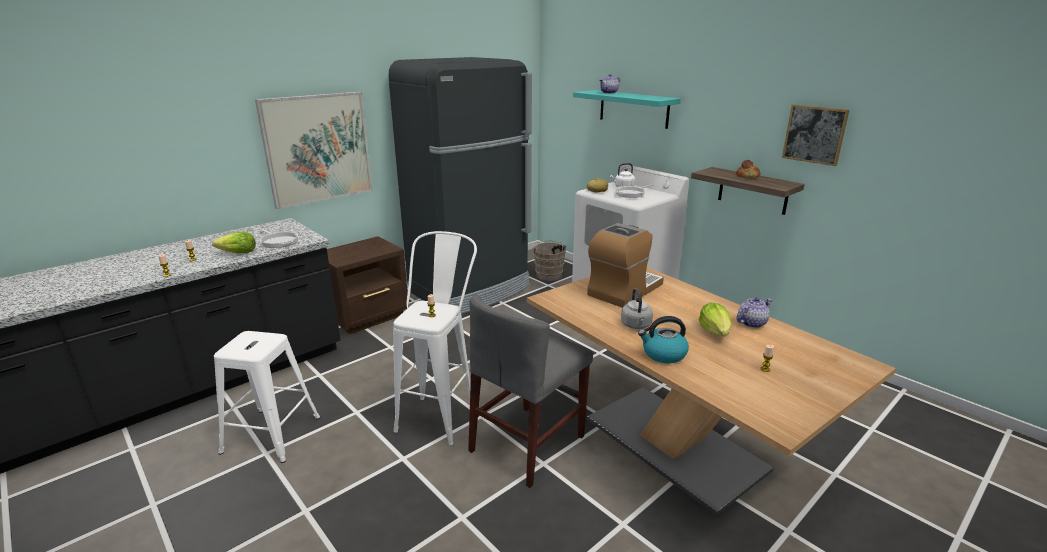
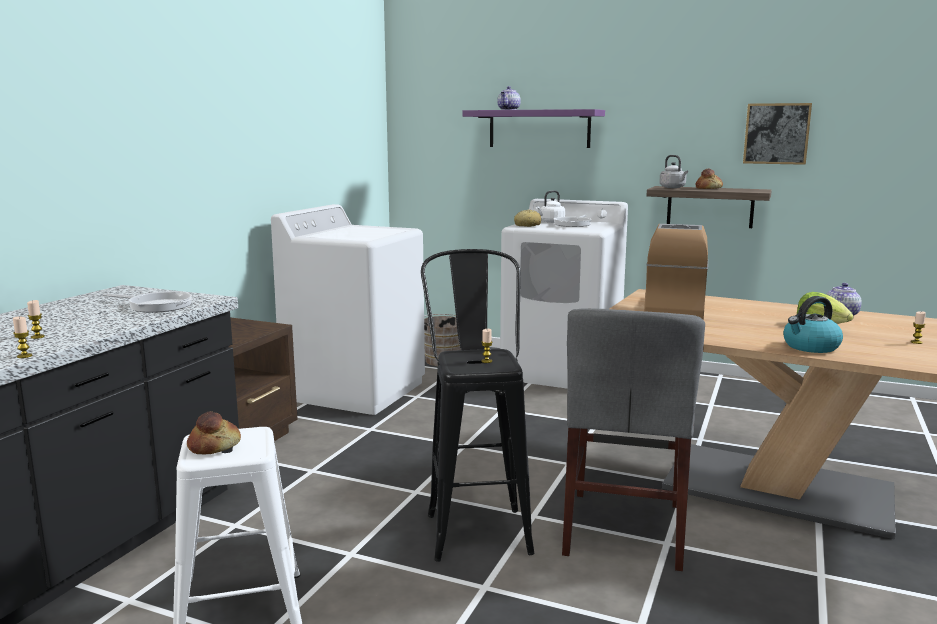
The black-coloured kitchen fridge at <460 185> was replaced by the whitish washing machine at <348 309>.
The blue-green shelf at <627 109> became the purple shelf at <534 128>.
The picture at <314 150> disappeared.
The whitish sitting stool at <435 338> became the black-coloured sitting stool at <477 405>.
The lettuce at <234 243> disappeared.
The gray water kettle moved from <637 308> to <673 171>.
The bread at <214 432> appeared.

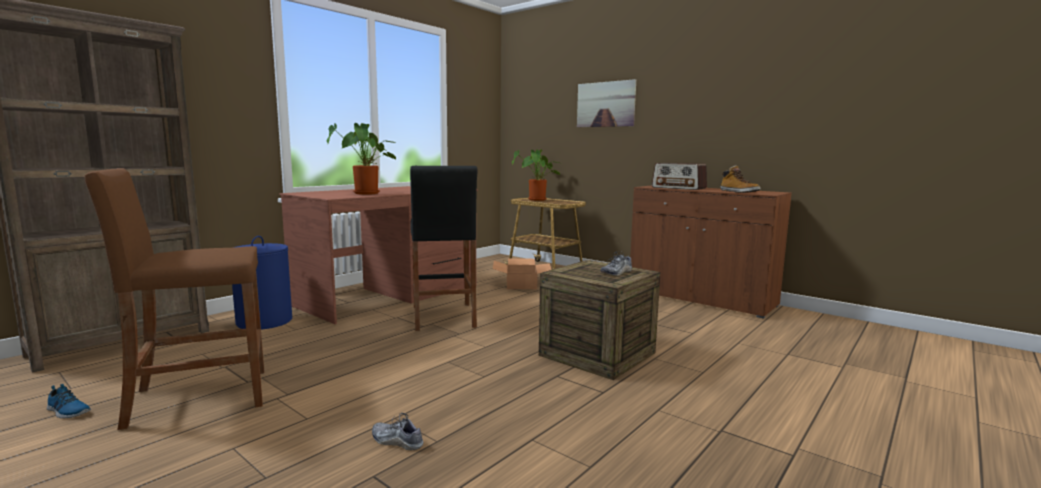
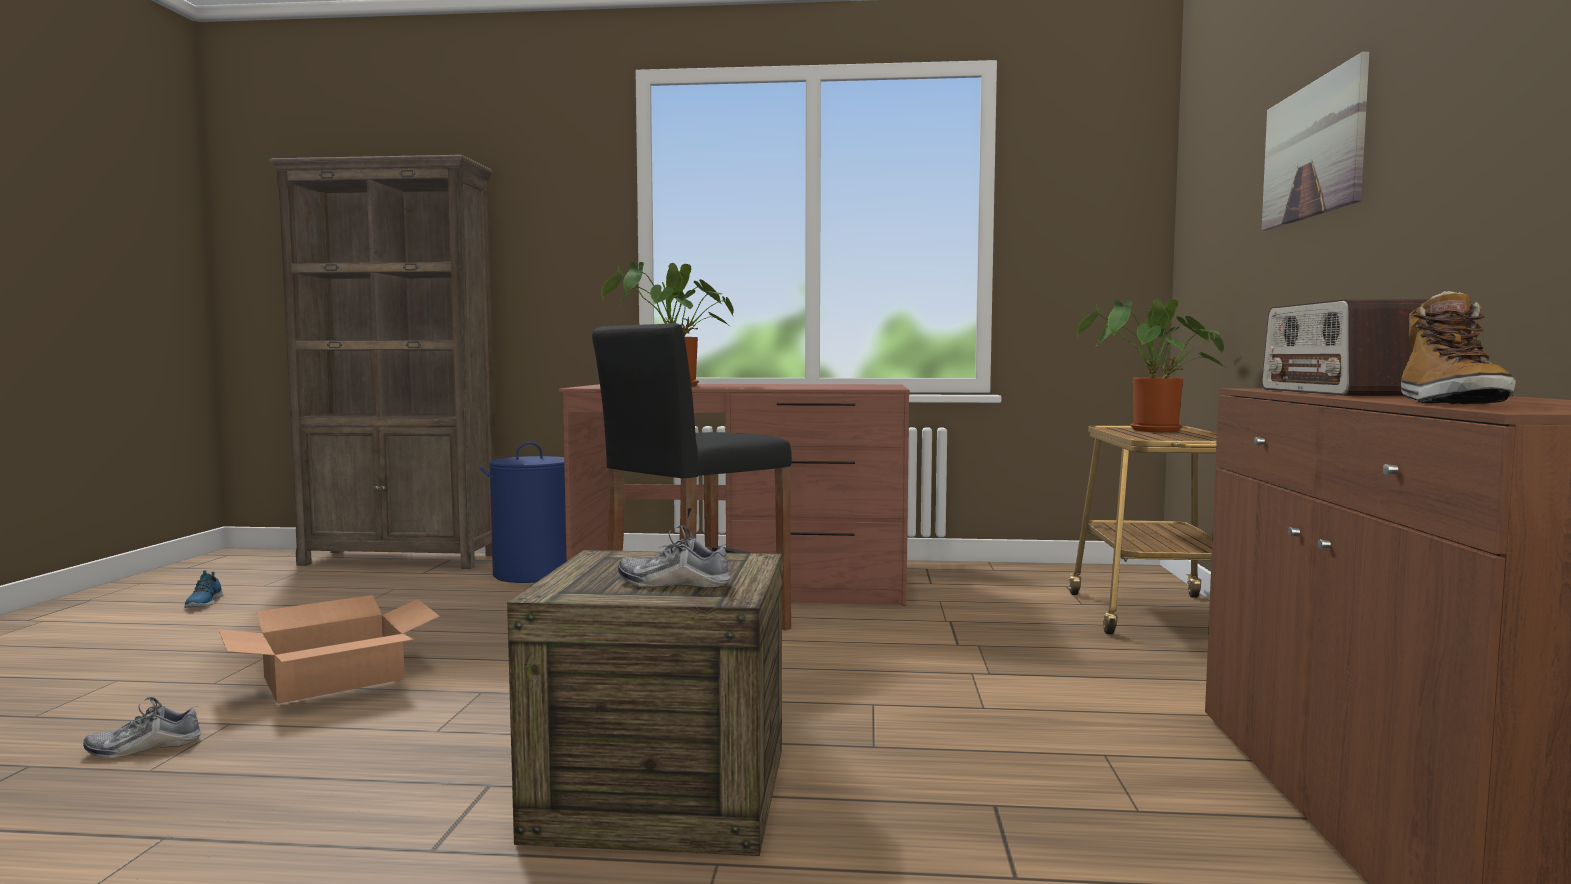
The brownish sitting stool at <174 299> disappeared.
The packing box moved from <522 273> to <329 649>.
The shoe at <397 431> turned 105 degrees counterclockwise.

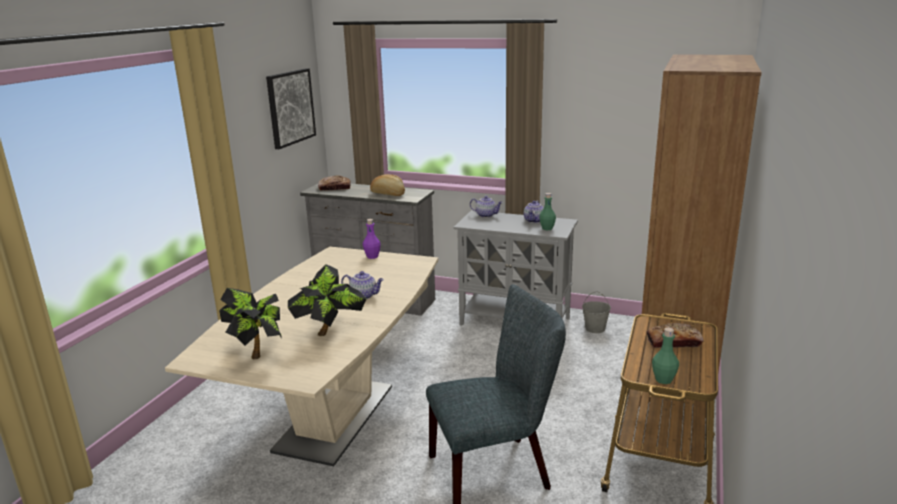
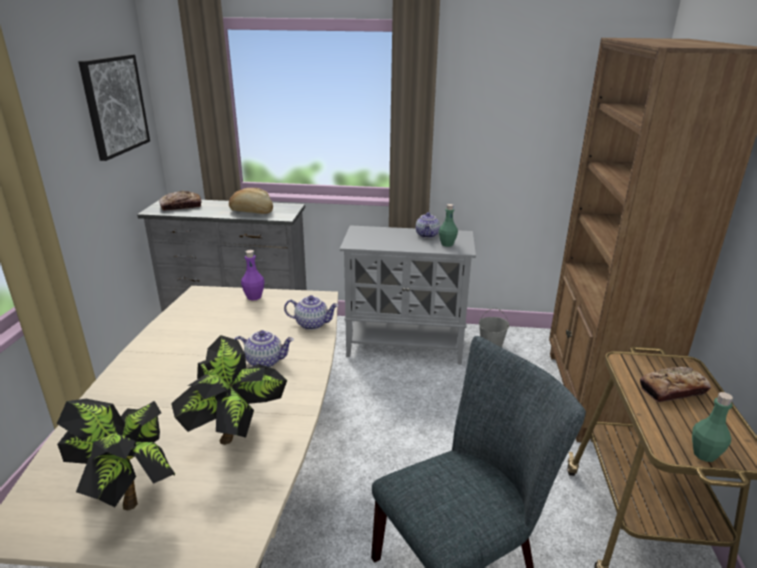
The pot for tea moved from <486 207> to <311 312>.

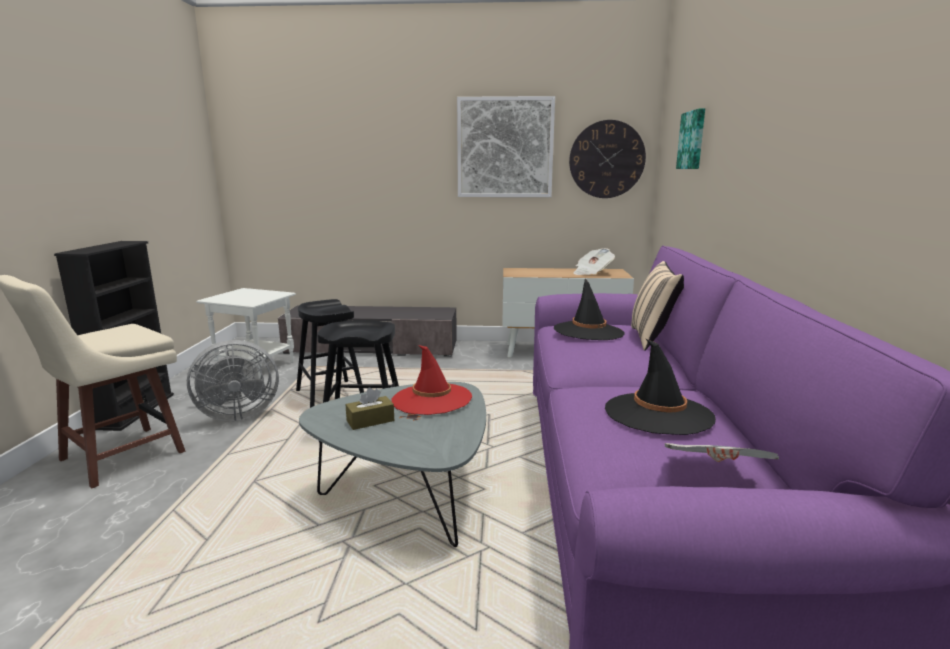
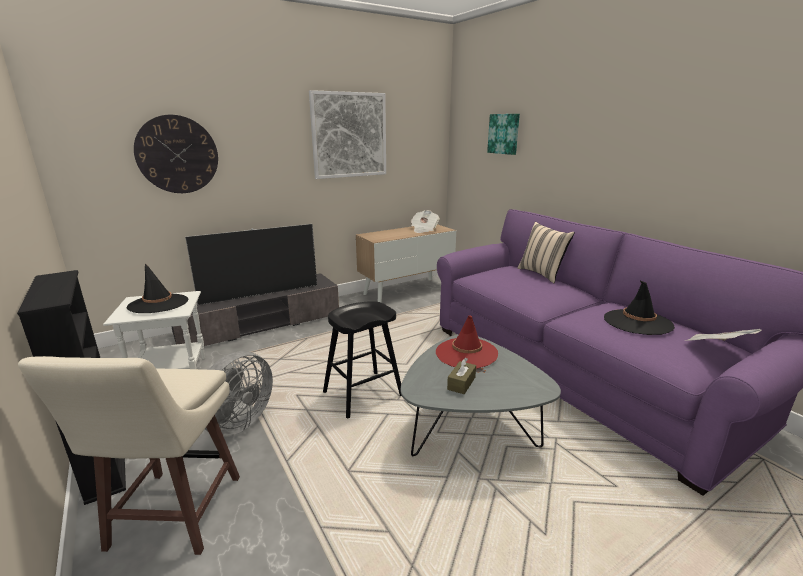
The wall clock moved from <607 159> to <176 154>.
The black-coloured hat moved from <589 309> to <158 288>.
The black-coloured sitting stool at <330 353> disappeared.
The TV at <251 264> appeared.

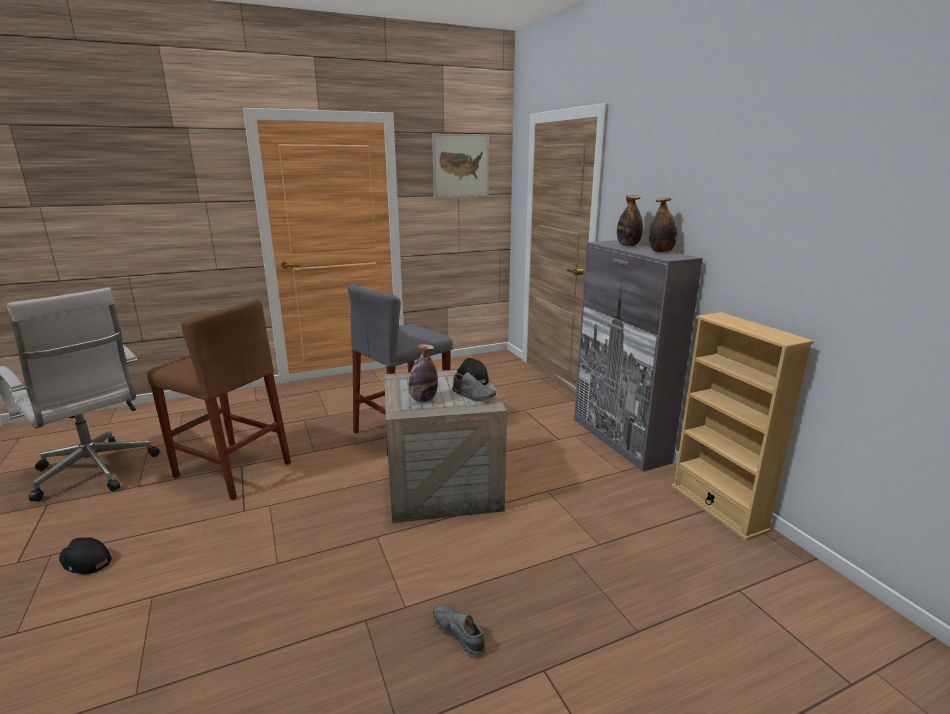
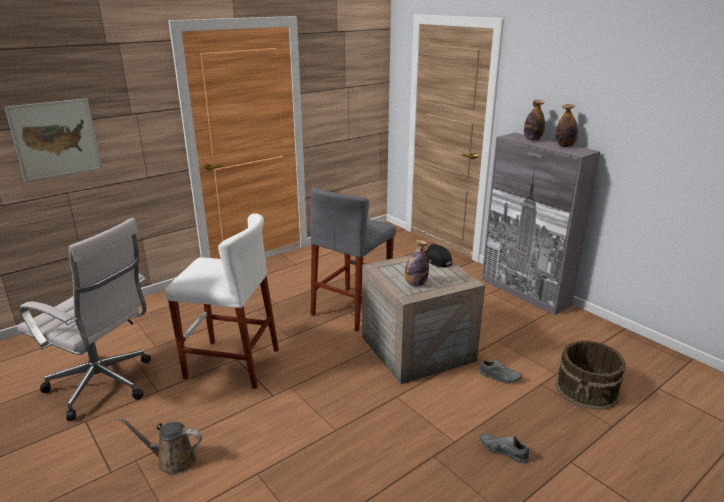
The picture moved from <460 165> to <53 140>.
The brownish sitting stool at <219 399> became the whitish sitting stool at <222 301>.
The sand-coloured bookshelf at <742 426> disappeared.
The gray shoe moved from <474 386> to <500 371>.
The black-coloured cap at <85 556> was replaced by the brownish watering pot at <160 446>.
The brownish pail at <590 375> appeared.

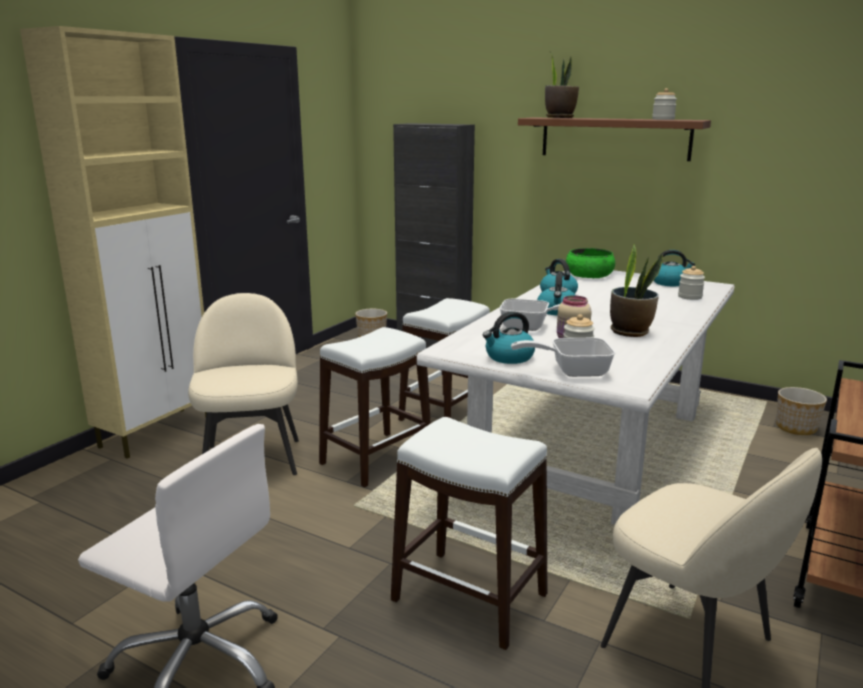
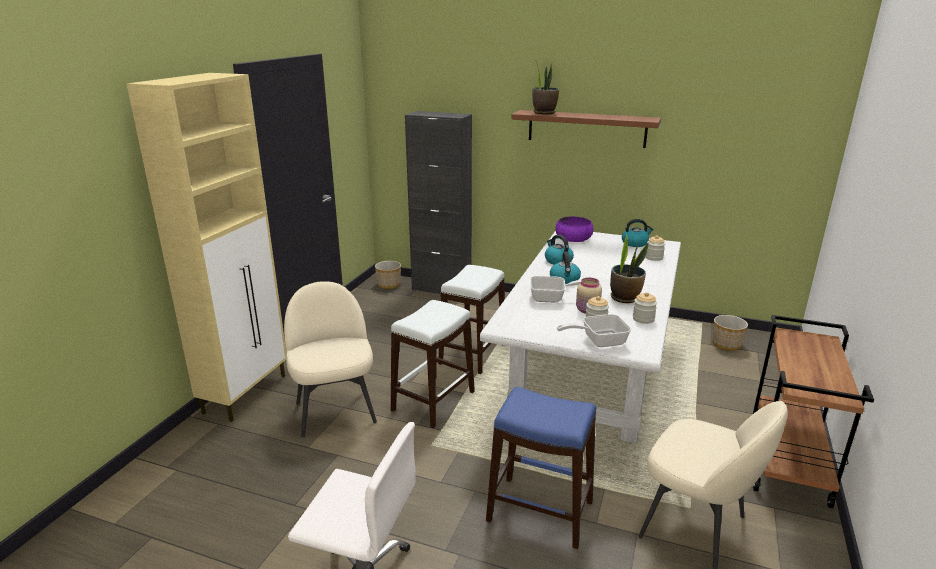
The storage jar moved from <664 104> to <645 308>.
The green-coloured deep dish at <590 263> became the purple deep dish at <574 229>.
The water kettle at <509 337> disappeared.
The whitish sitting stool at <469 533> became the blue sitting stool at <541 468>.

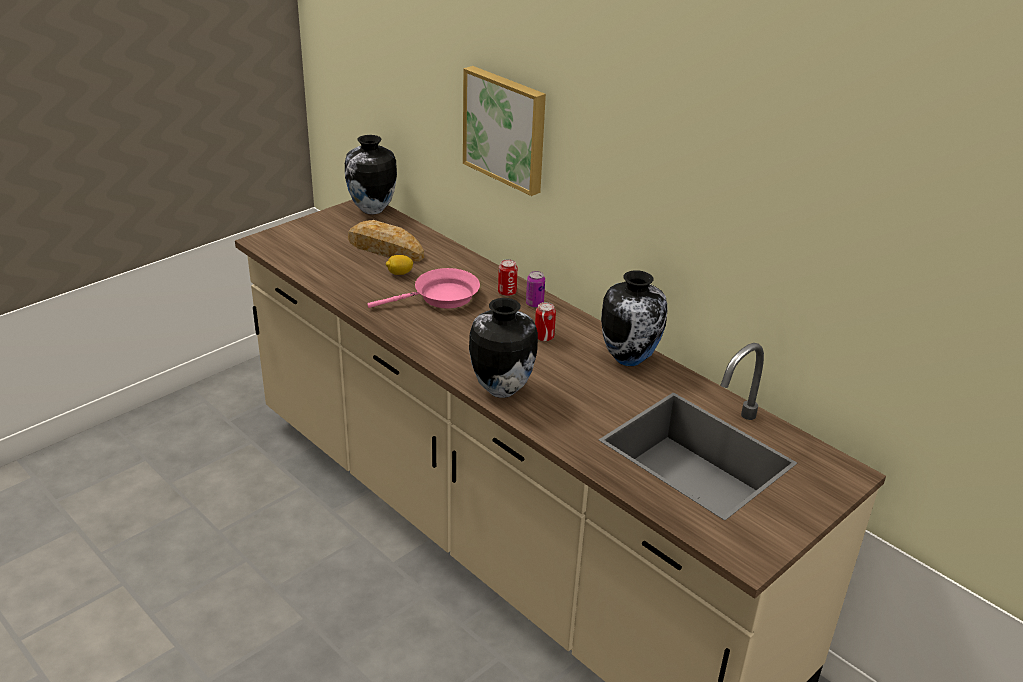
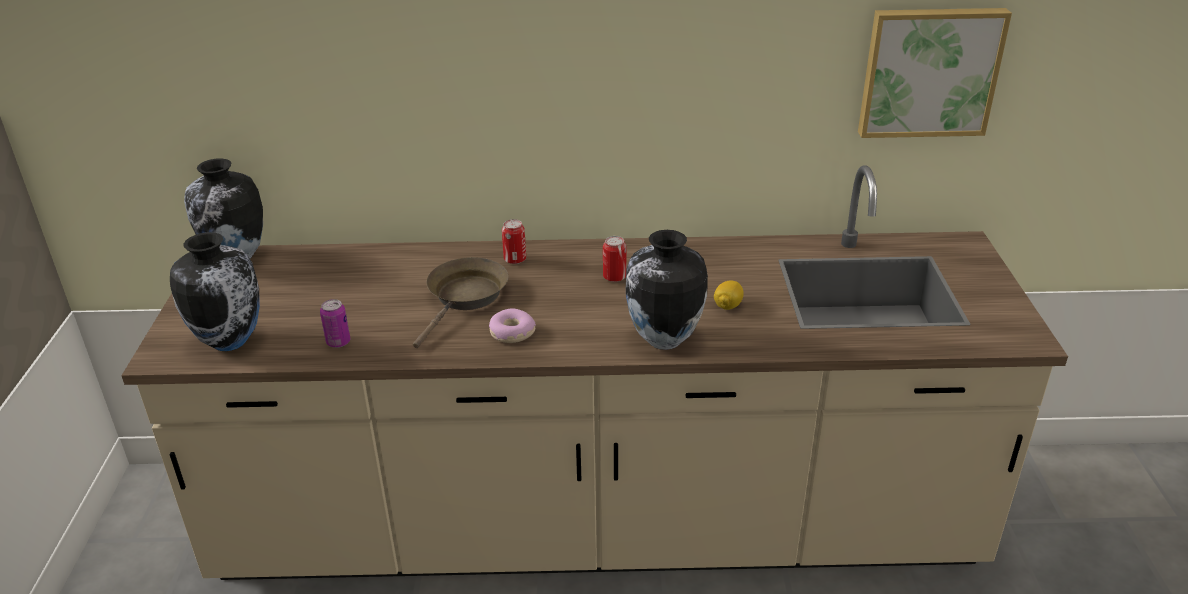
The picture moved from <504 131> to <935 73>.
The bread at <386 241> disappeared.
The lemon moved from <399 265> to <729 295>.
The pink-coloured frying pan at <423 288> became the brownish frying pan at <461 302>.
The flower vase moved from <634 318> to <215 291>.
The can moved from <535 289> to <335 323>.
The donut at <512 325> appeared.

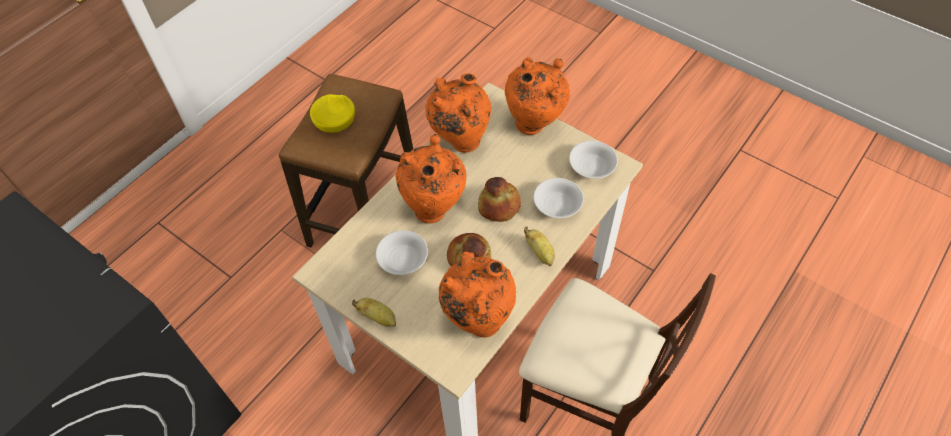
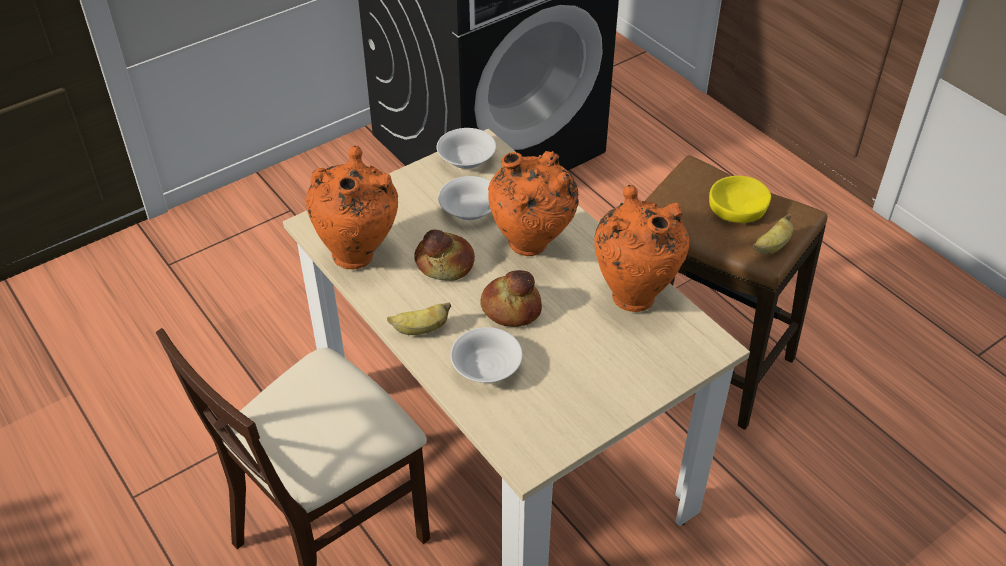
The orangey flower vase at <537 96> disappeared.
The whitish deep dish moved from <593 160> to <466 148>.
The banana fruit moved from <374 312> to <773 234>.

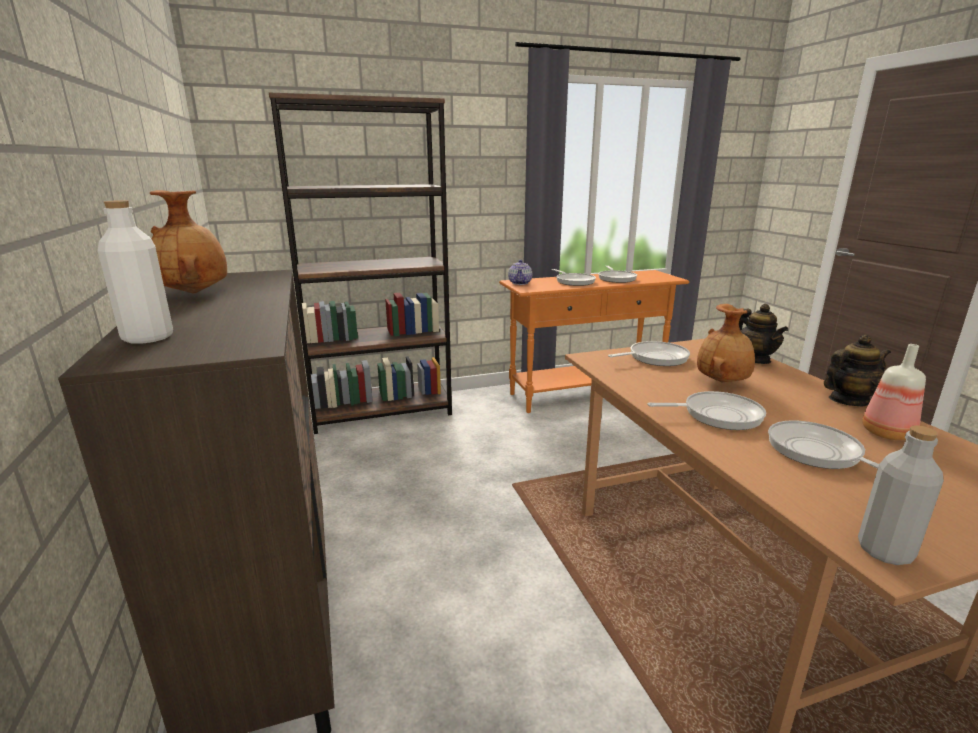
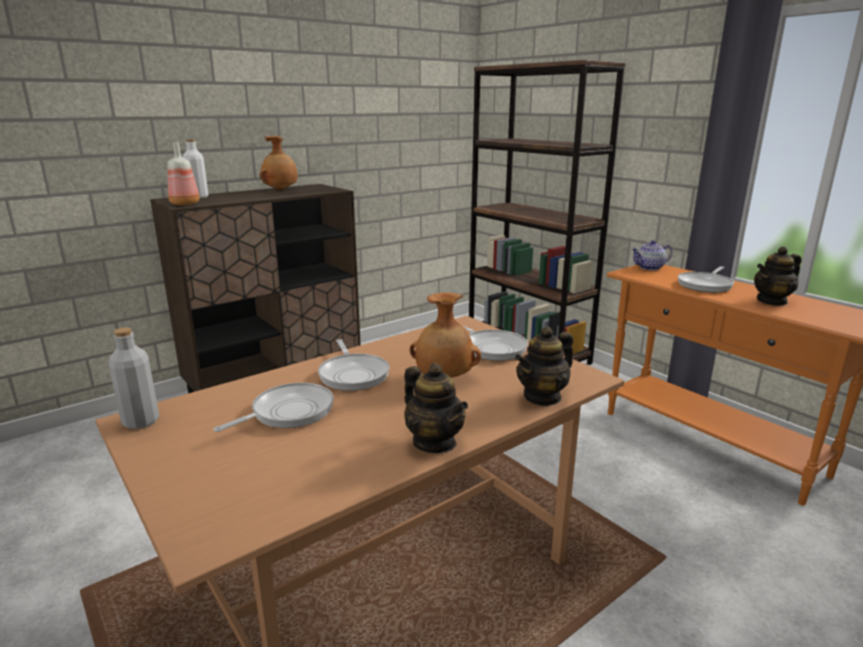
The frying pan at <617 274> was replaced by the pot for tea at <777 276>.
The bottle moved from <894 392> to <184 174>.

